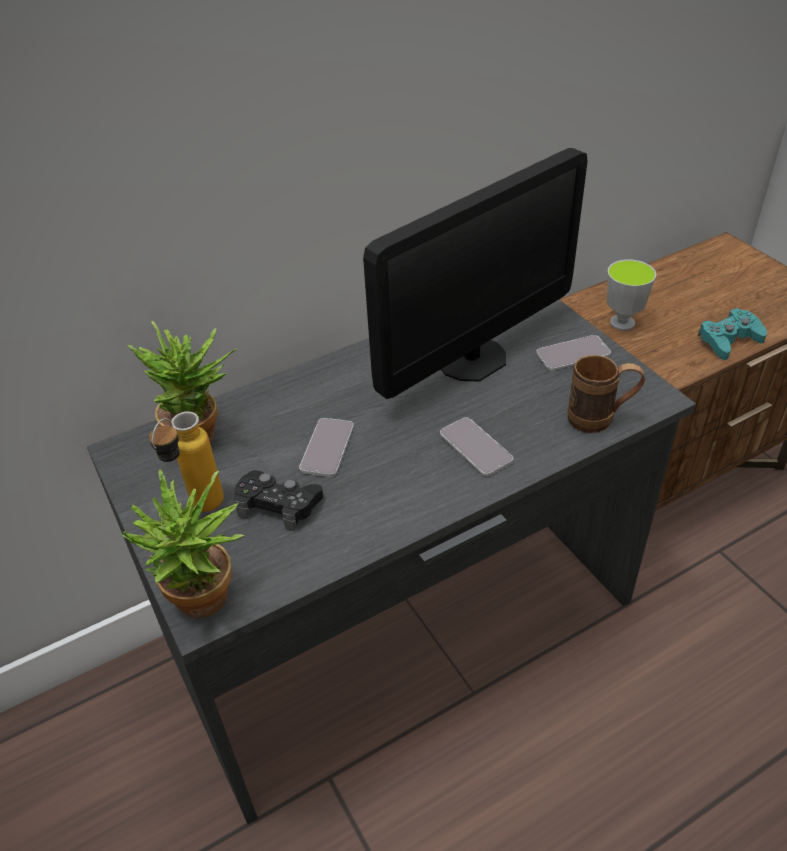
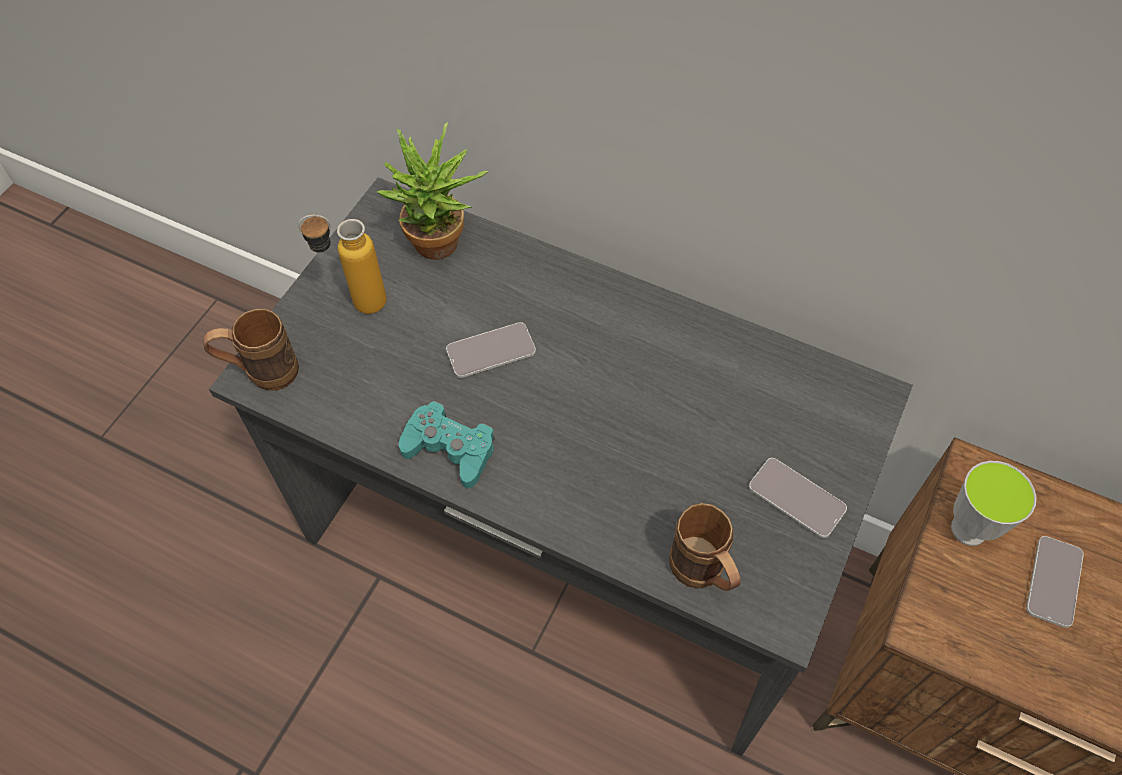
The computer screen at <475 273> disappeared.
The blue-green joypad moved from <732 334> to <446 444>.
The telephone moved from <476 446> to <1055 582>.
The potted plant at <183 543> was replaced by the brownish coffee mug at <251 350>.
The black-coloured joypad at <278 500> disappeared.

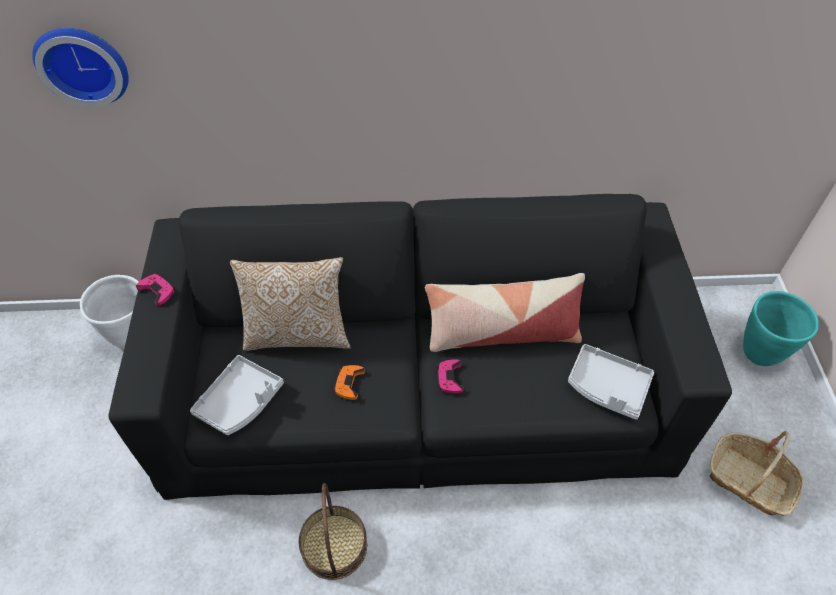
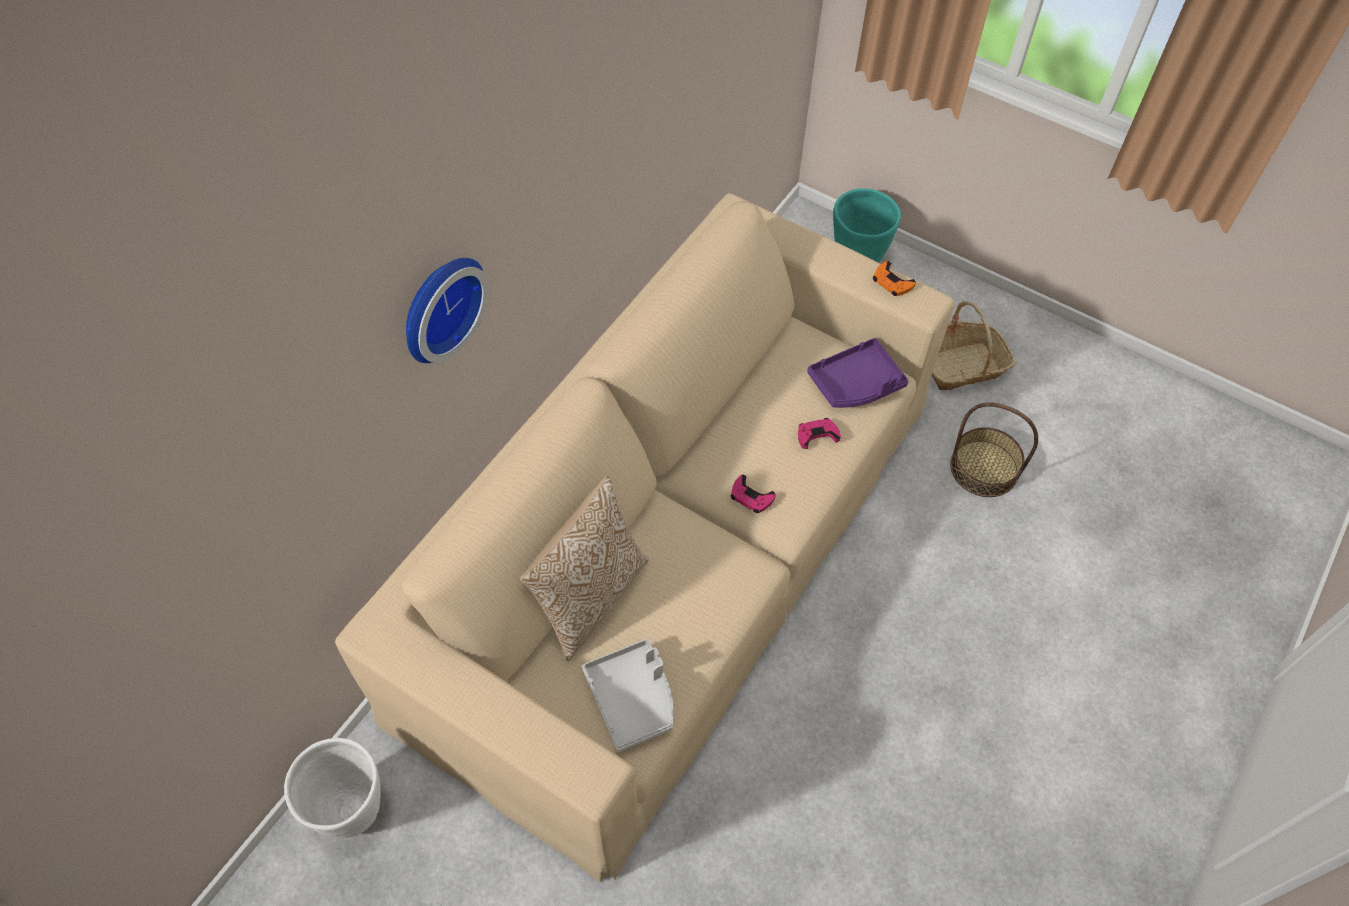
The wall clock moved from <80 67> to <447 310>.
The black-coloured couch at <420 347> became the sand-coloured couch at <645 538>.
The throw pillow at <505 312> disappeared.
The pink-coloured joypad moved from <155 290> to <819 433>.
The gray carrying tray at <611 382> became the purple carrying tray at <858 373>.
The orangey joypad moved from <349 382> to <894 278>.
The household basket moved from <333 531> to <994 449>.

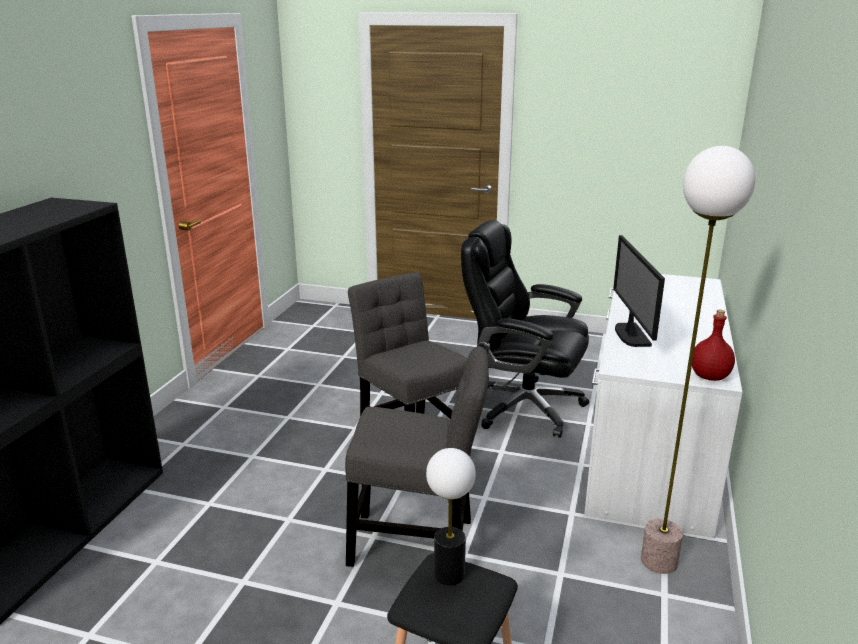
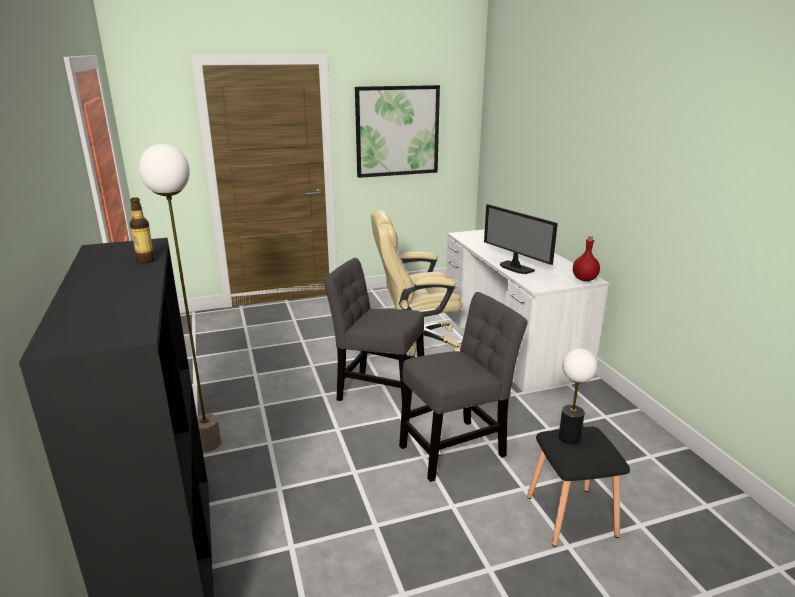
The standard lamp moved from <698 360> to <180 298>.
The black-coloured computer chair at <525 329> became the sand-coloured computer chair at <416 283>.
The picture at <397 131> appeared.
The bottle at <142 230> appeared.

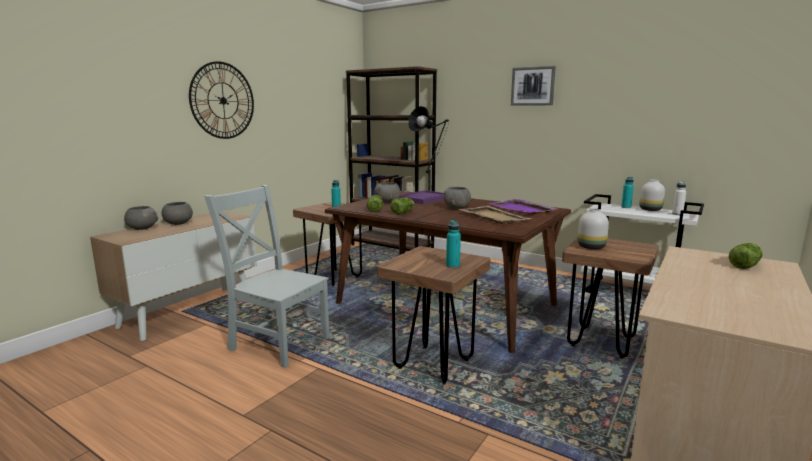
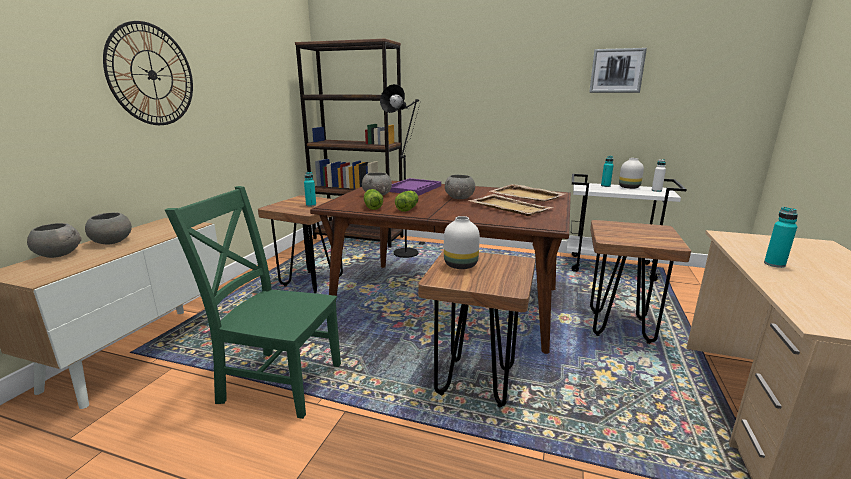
The picture moved from <533 86> to <618 70>.
The gray plain chair at <267 276> became the green-coloured plain chair at <253 302>.
The purple carrying tray at <523 206> became the sand-coloured carrying tray at <528 193>.
The whitish flower vase moved from <593 228> to <462 242>.
The blue-green bottle moved from <453 244> to <781 237>.
The lettuce at <745 256> disappeared.

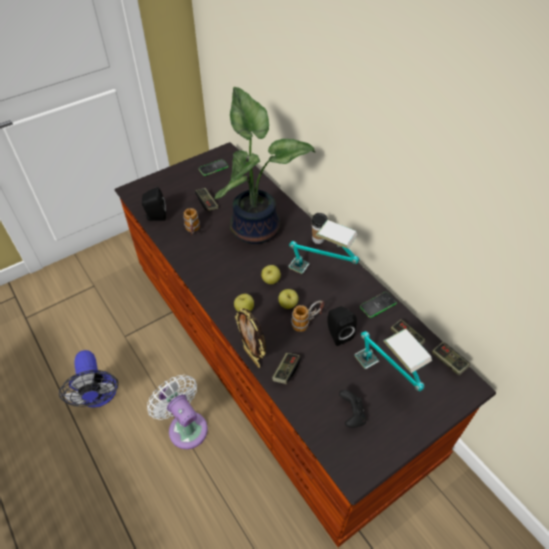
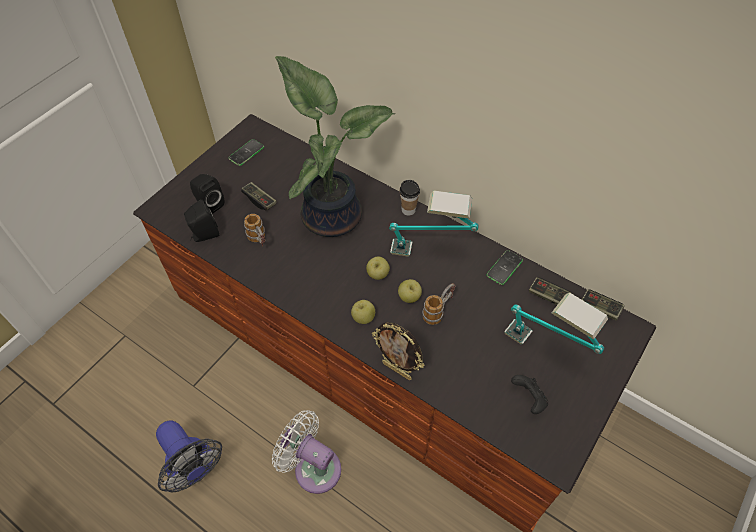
The black-coloured loudspeaker moved from <342 326> to <207 194>.
The joypad at <286 368> disappeared.

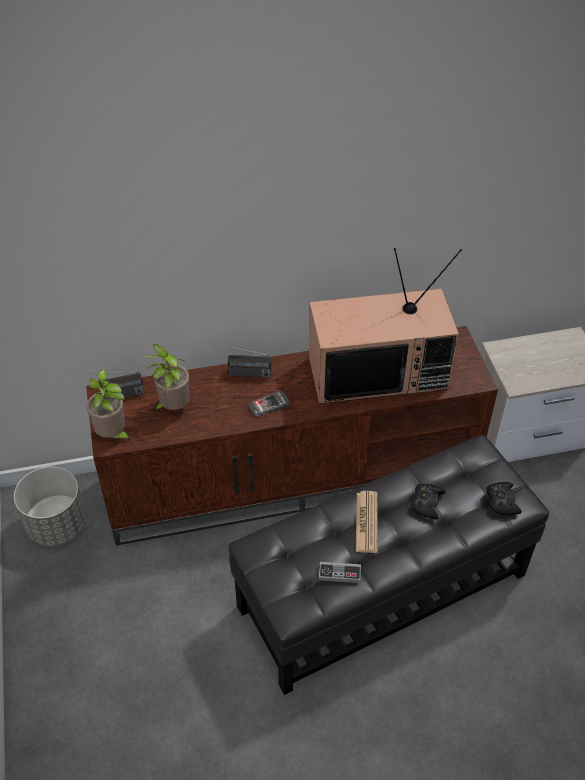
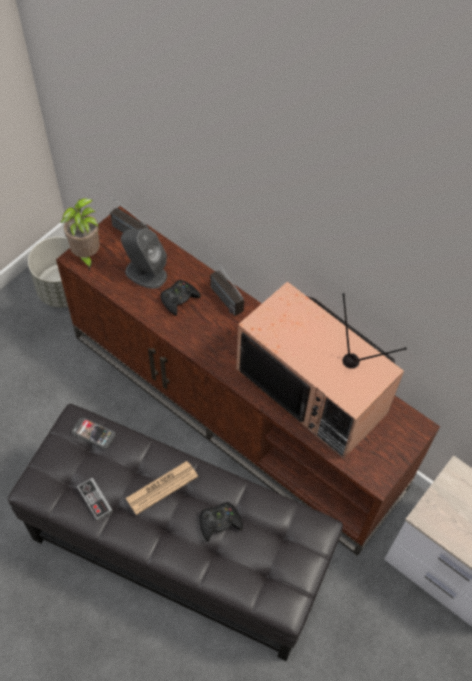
The potted plant at <165 377> was replaced by the gray loudspeaker at <144 258>.
The telephone moved from <269 404> to <93 433>.
The black-coloured joypad moved from <504 498> to <181 298>.

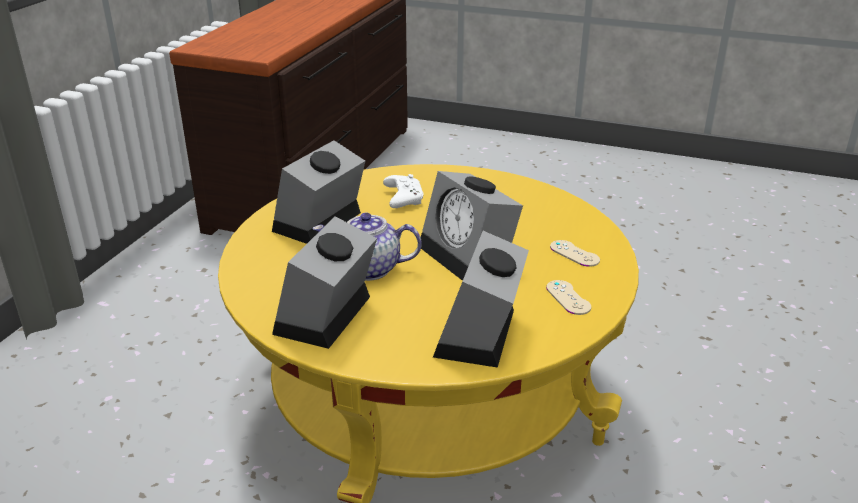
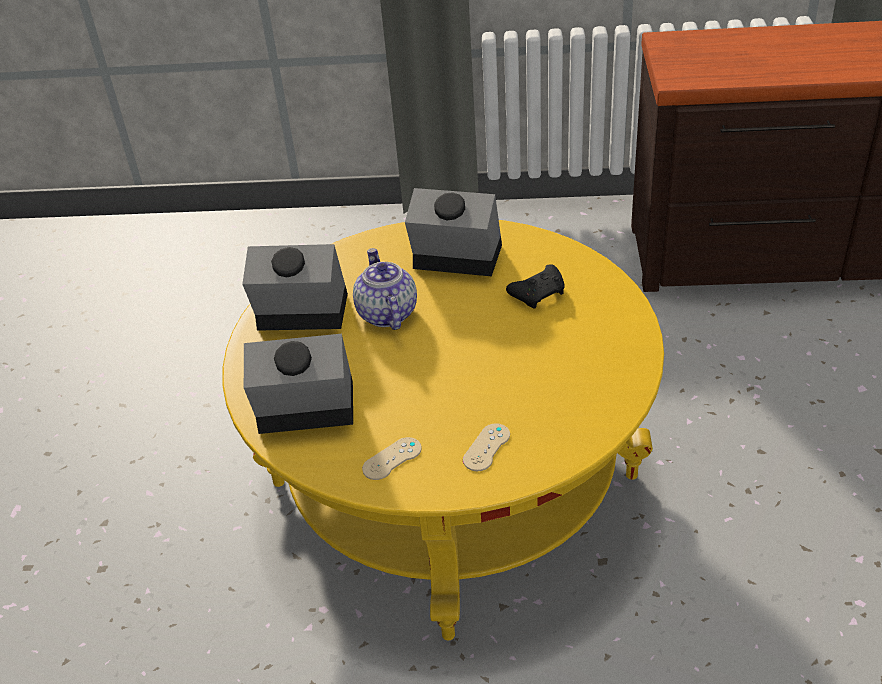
The alarm clock at <472 226> disappeared.
The whitish joypad at <403 191> became the black-coloured joypad at <535 286>.

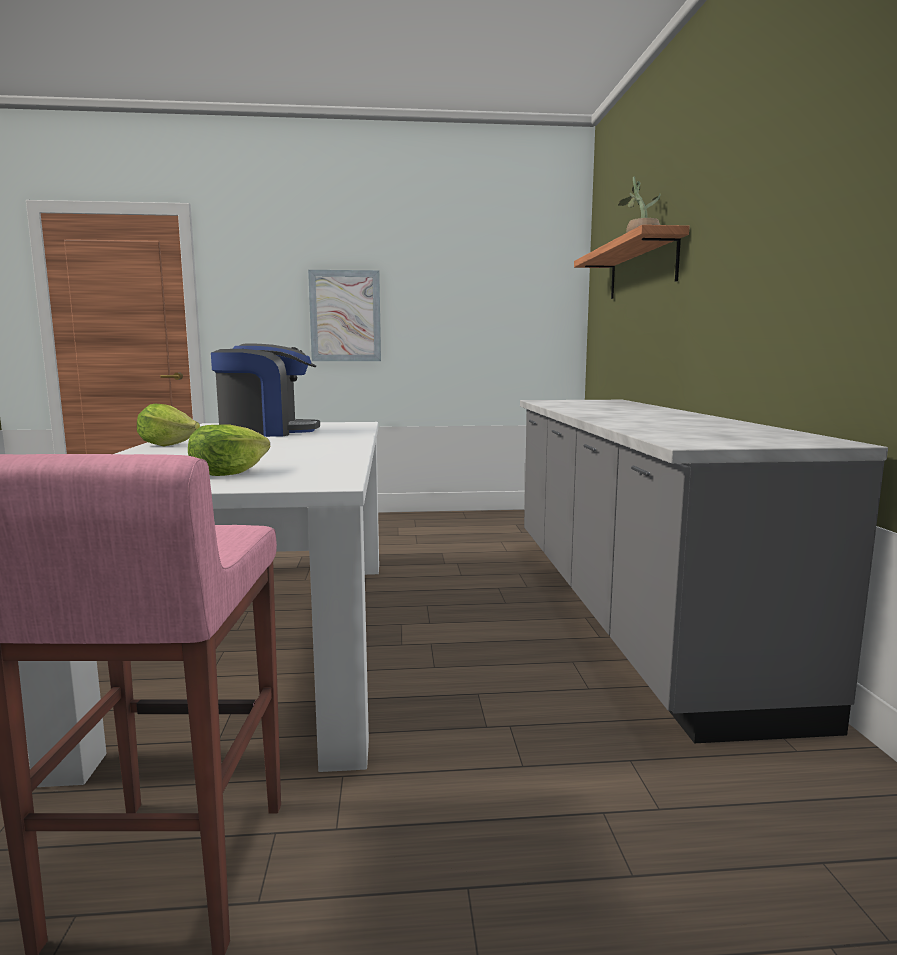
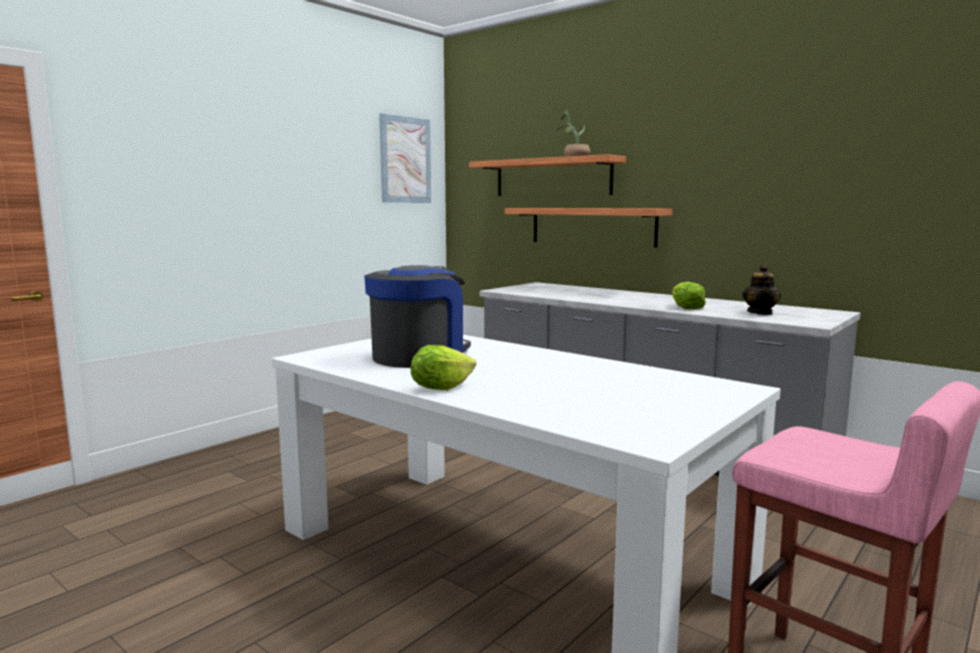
The picture moved from <344 315> to <405 158>.
The lettuce moved from <229 450> to <689 295>.
The shelf at <589 228> appeared.
The pot for tea at <761 289> appeared.

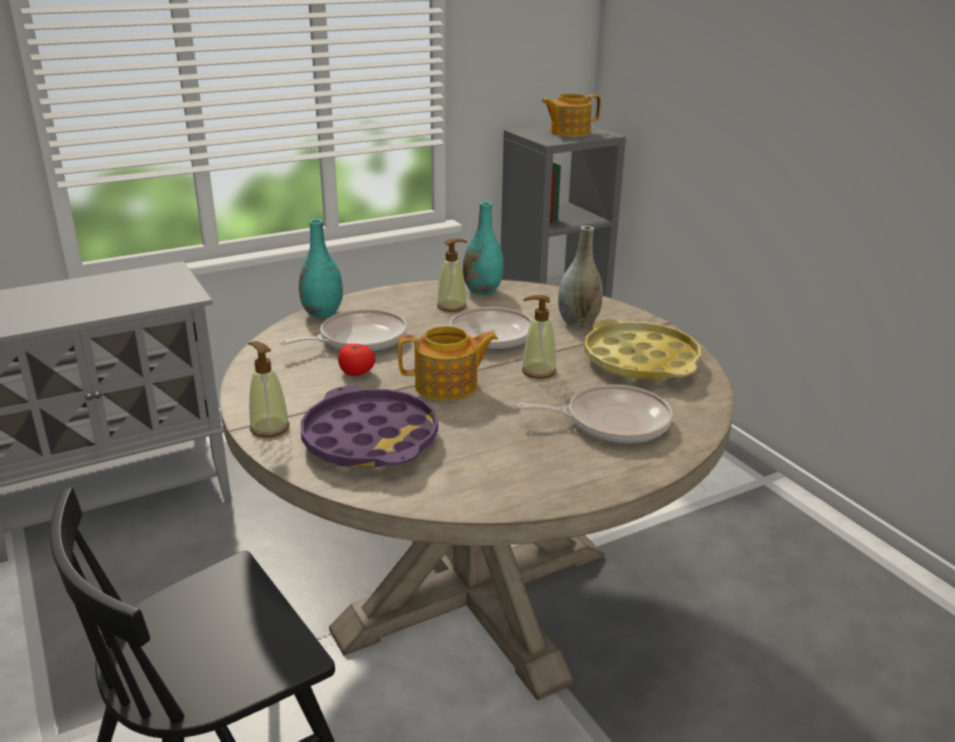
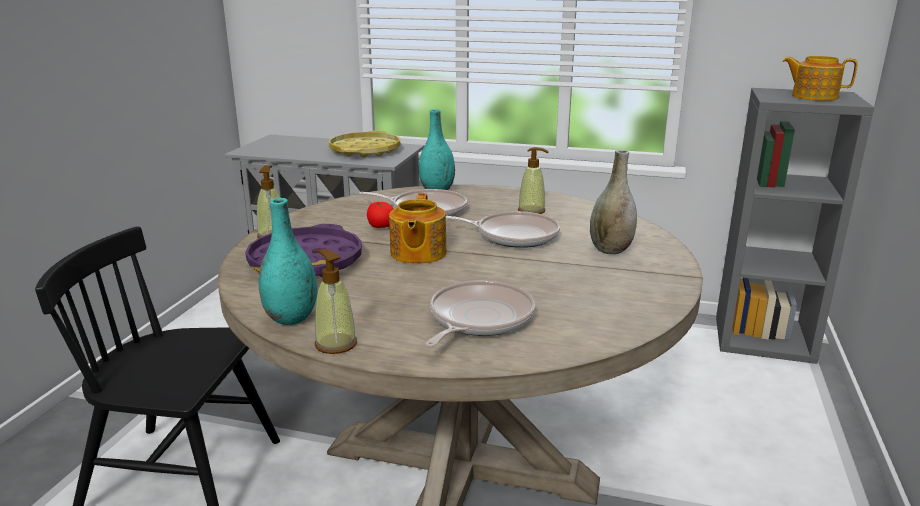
The blue-green flower vase moved from <483 248> to <288 261>.
The soap bottle moved from <539 337> to <336 301>.
The yellowish carrying tray moved from <642 350> to <364 144>.
The pot for tea at <448 363> turned 60 degrees clockwise.
The frying pan at <595 414> turned 105 degrees counterclockwise.

